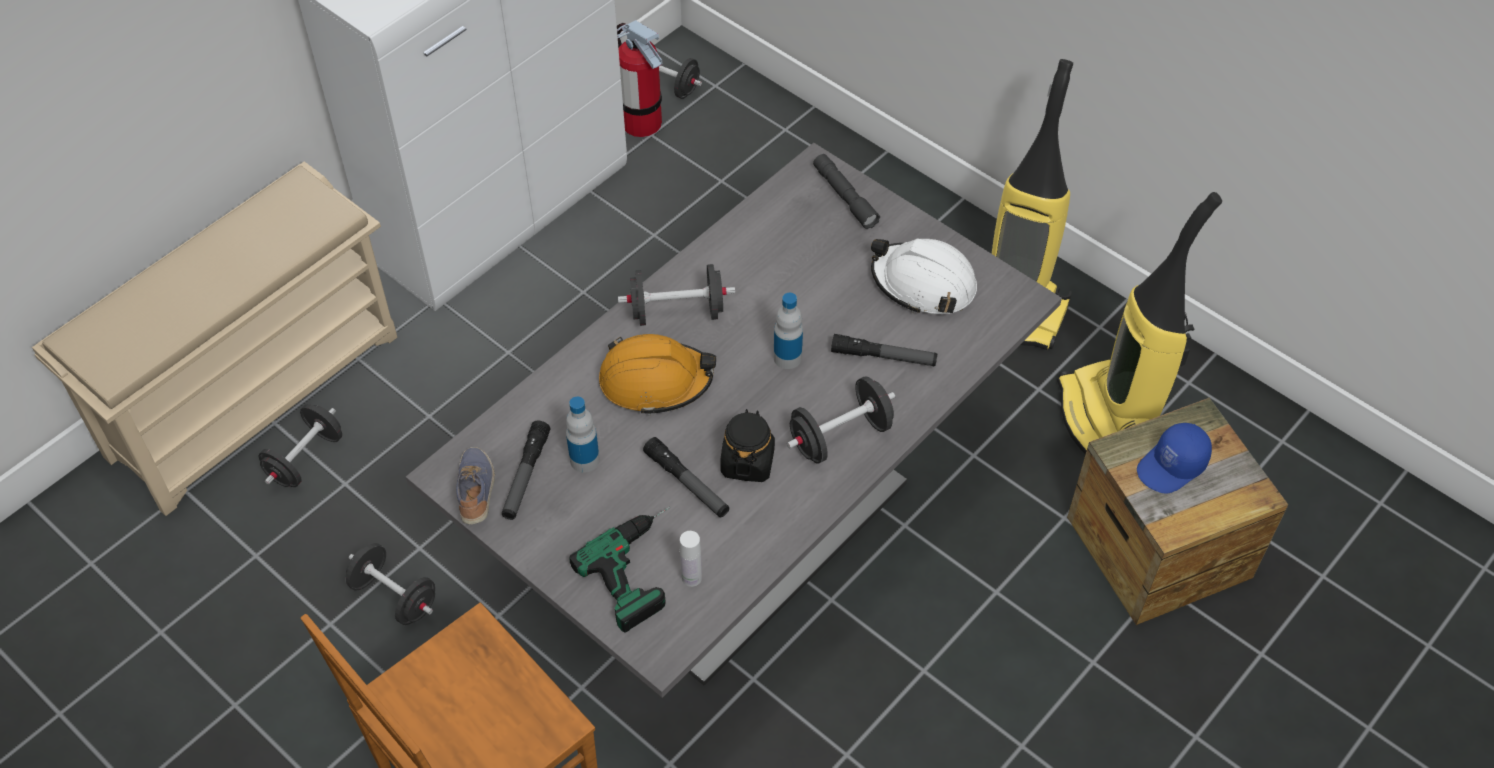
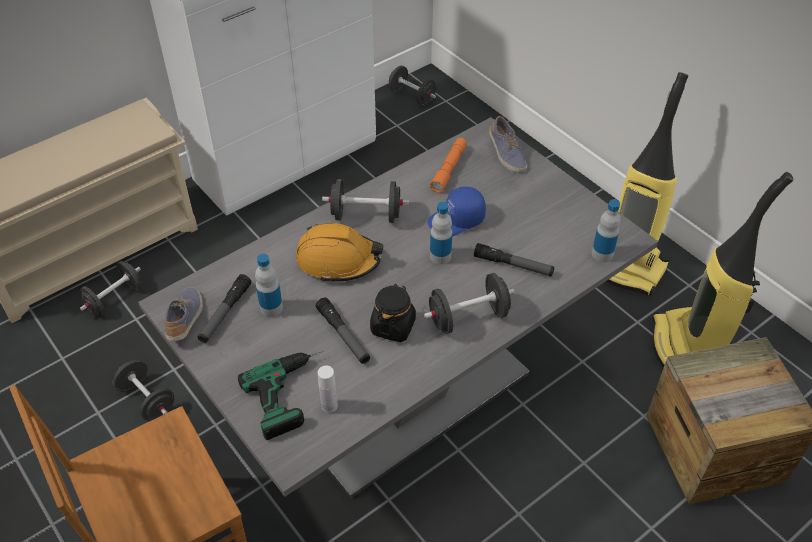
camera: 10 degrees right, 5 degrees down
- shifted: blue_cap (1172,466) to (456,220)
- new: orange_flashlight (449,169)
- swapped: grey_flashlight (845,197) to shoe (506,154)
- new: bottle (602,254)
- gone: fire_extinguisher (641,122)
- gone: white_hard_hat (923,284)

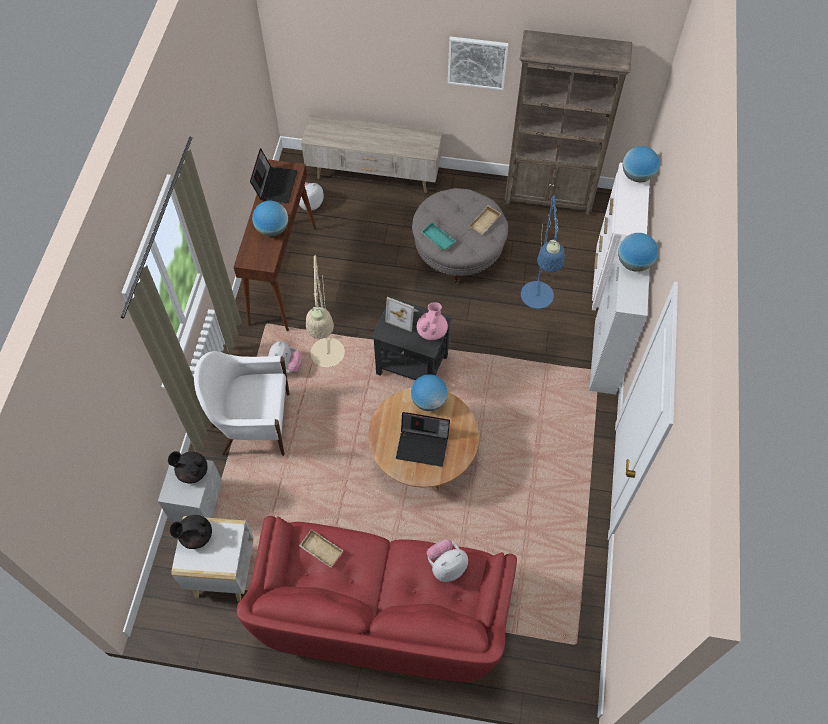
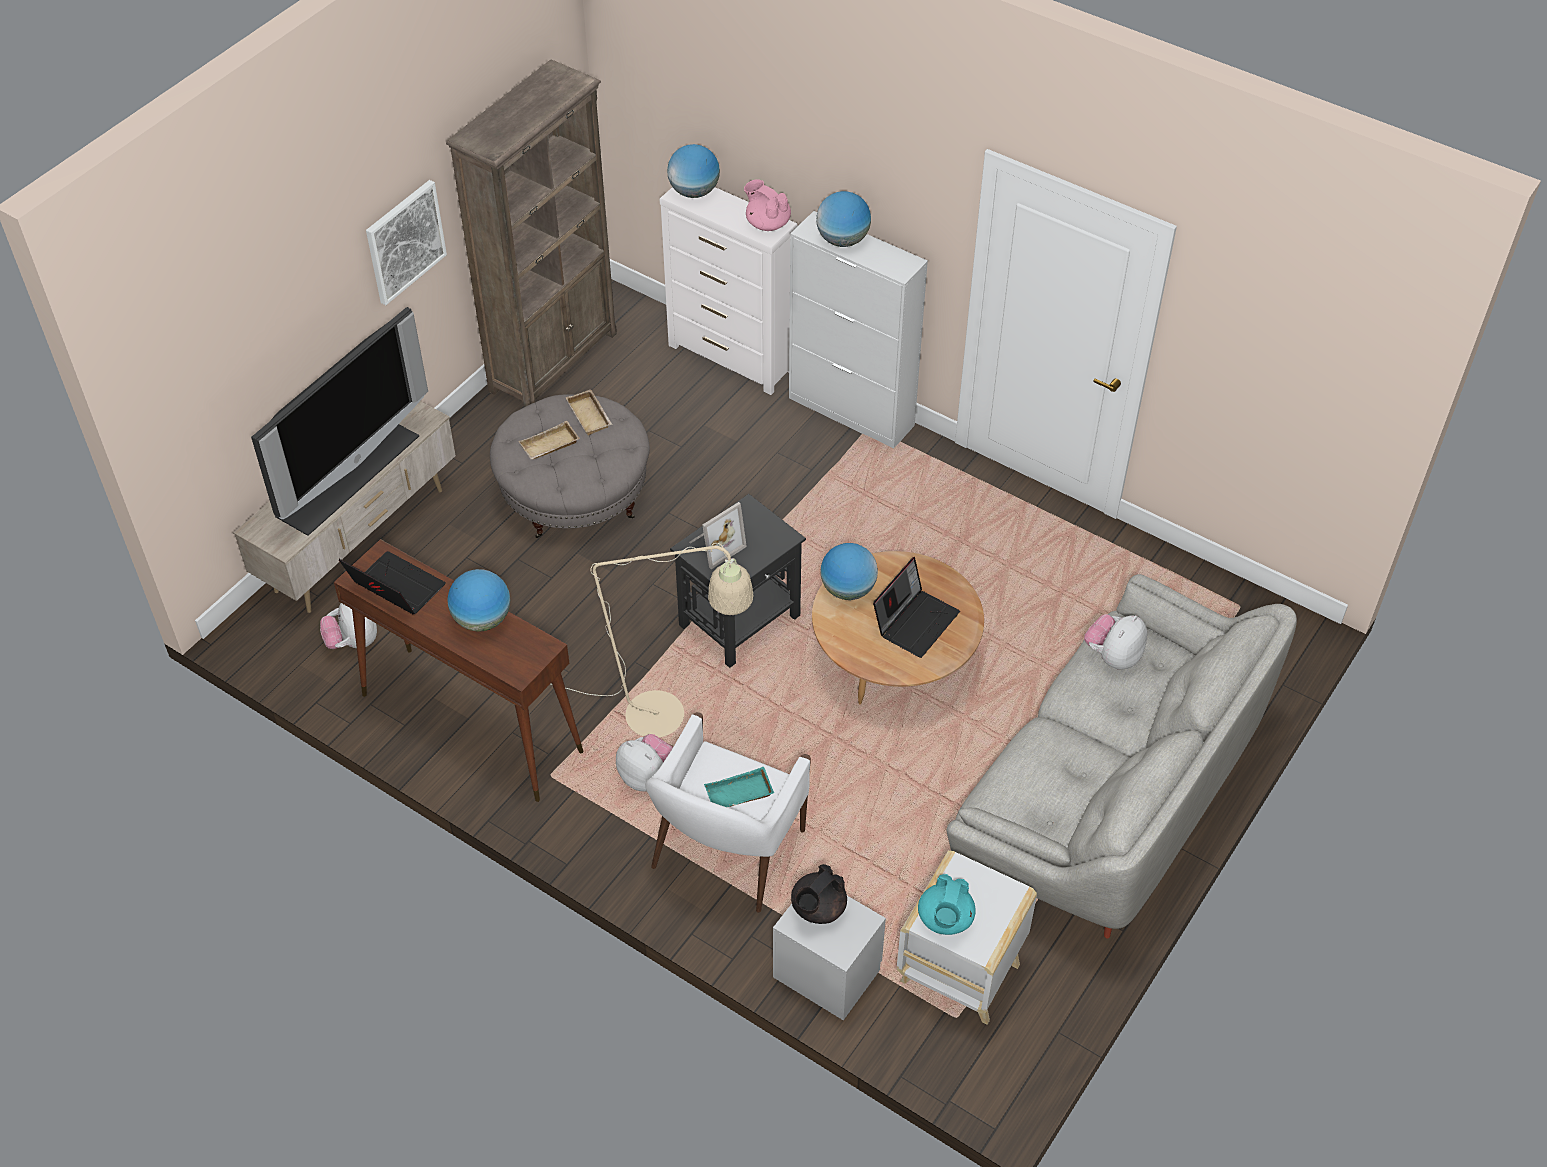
camera: 65 degrees left, 10 degrees down
- new: television (346,474)
- shifted: beige_tray (320,550) to (549,446)
- shifted: turquoise_tray (437,239) to (738,795)
- shifted: pink_teapot (432,331) to (767,223)
- repainted: black_teapot (195,535) to turquoise_teapot (945,919)
- repainted: red_sofa (381,609) to grey_sofa (1107,794)
- rotated: plush_toy (446,566) = (1113,656) 45 degrees clockwise
- gone: blue_floor_lamp (537,302)

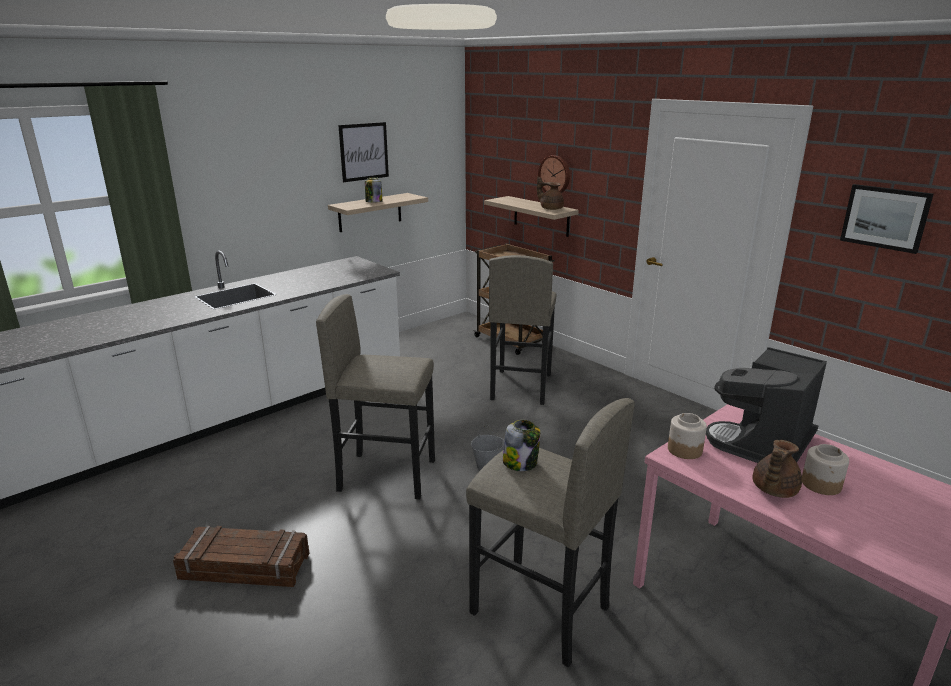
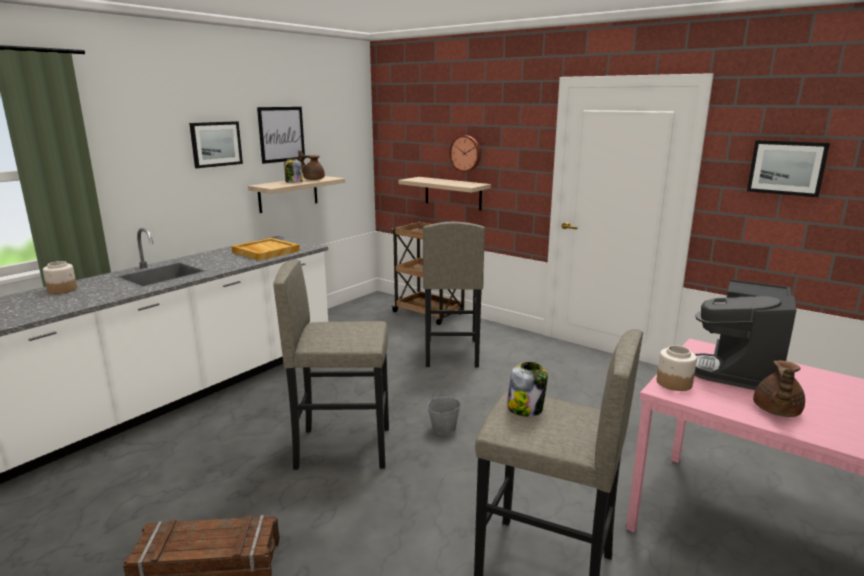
camera: 10 degrees left, 5 degrees down
- shifted: jar (821,484) to (63,290)
- new: picture (216,144)
- new: beige_tray (265,251)
- shifted: brown_teapot (550,208) to (313,179)

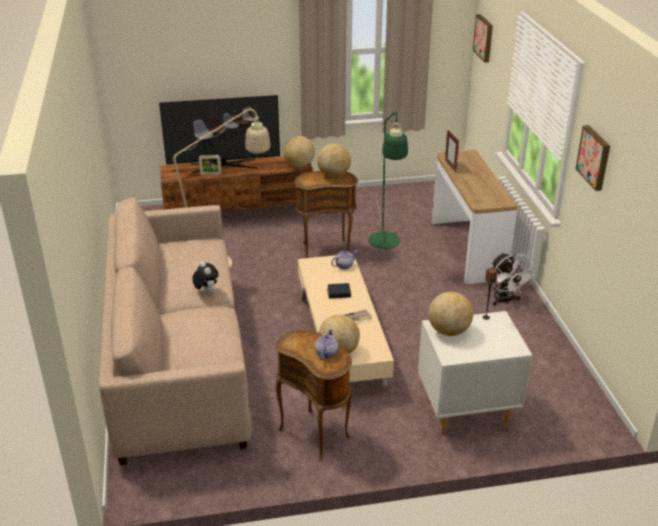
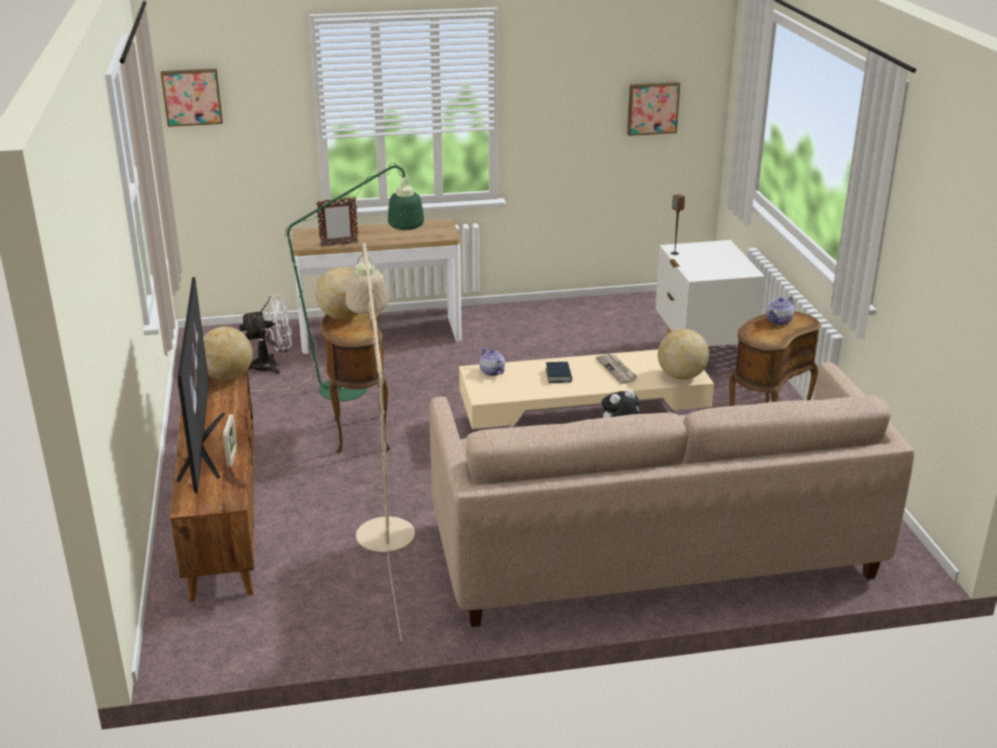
camera: 90 degrees left, 5 degrees down
- shifted: white_fan (505,300) to (272,366)
- shifted: picture (595,157) to (652,108)
- rotated: teapot (326,353) = (779,321) 60 degrees counterclockwise
- gone: globe (449,331)

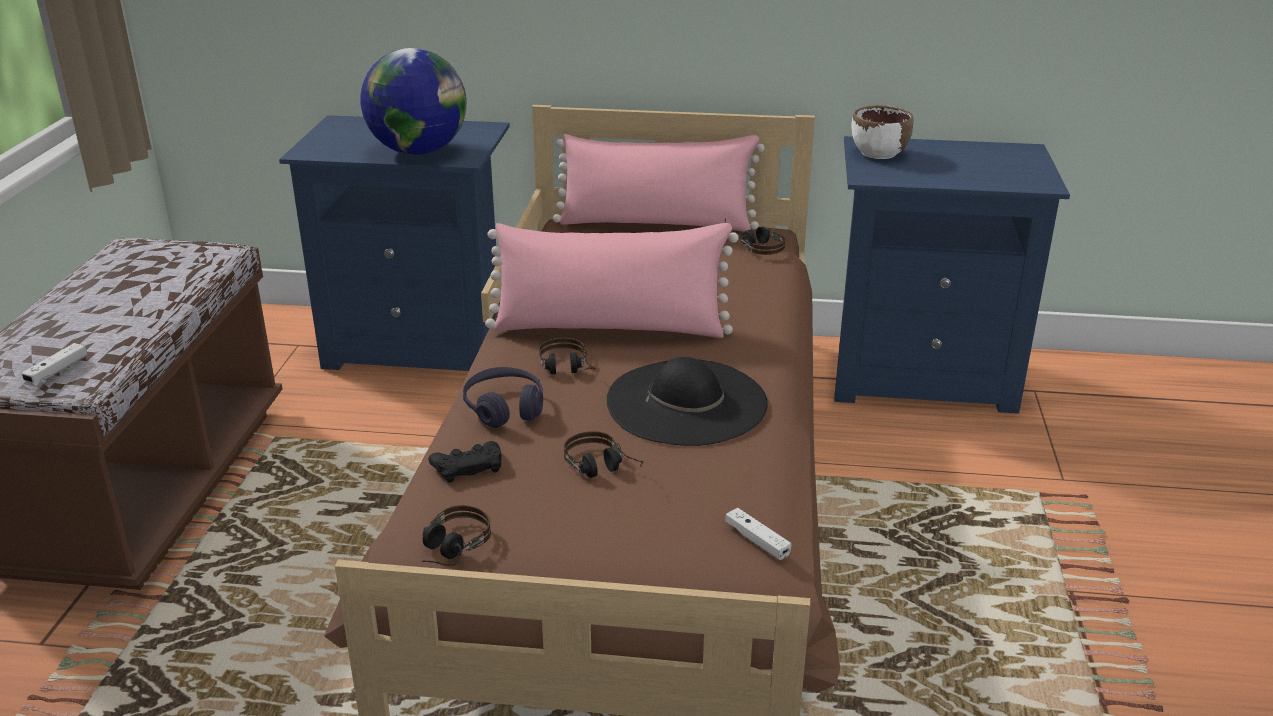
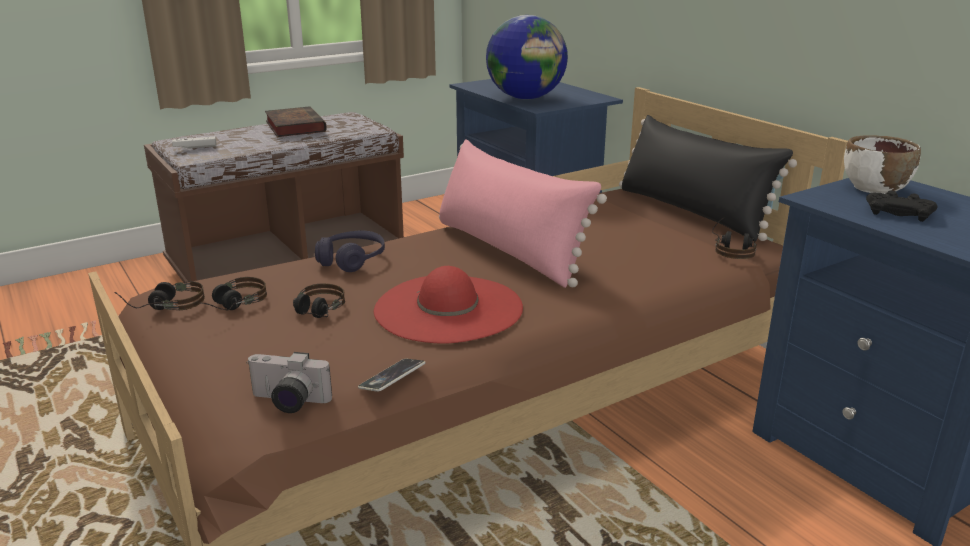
camera: 50 degrees right, 5 degrees down
- shifted: headphones (567,371) to (231,306)
- swapped: white_game_controller (757,541) to photo_camera (287,402)
- new: book (294,126)
- new: phone (392,379)
- repainted: black_hat (687,402) to red_hat (448,308)
- repainted: pink_pillow (656,223) to black_pillow (691,212)
- shifted: black_game_controller (467,466) to (899,212)

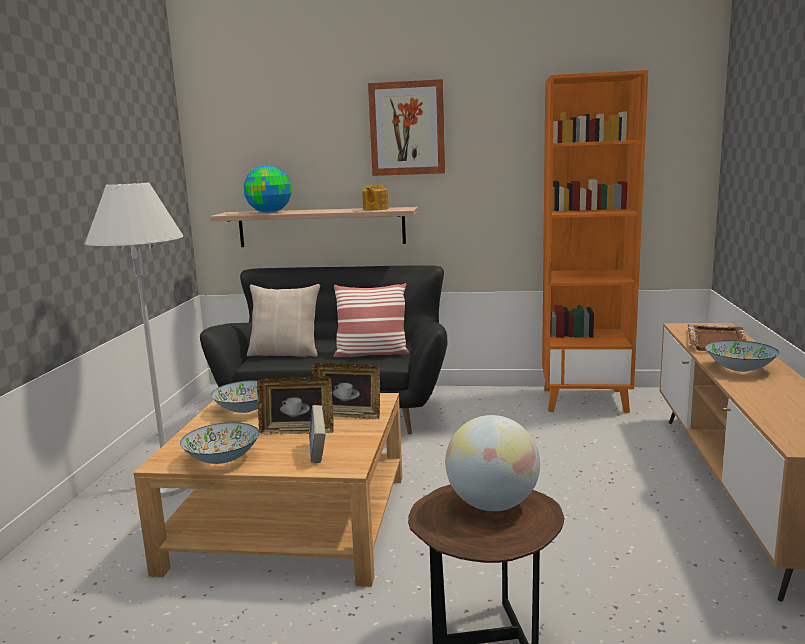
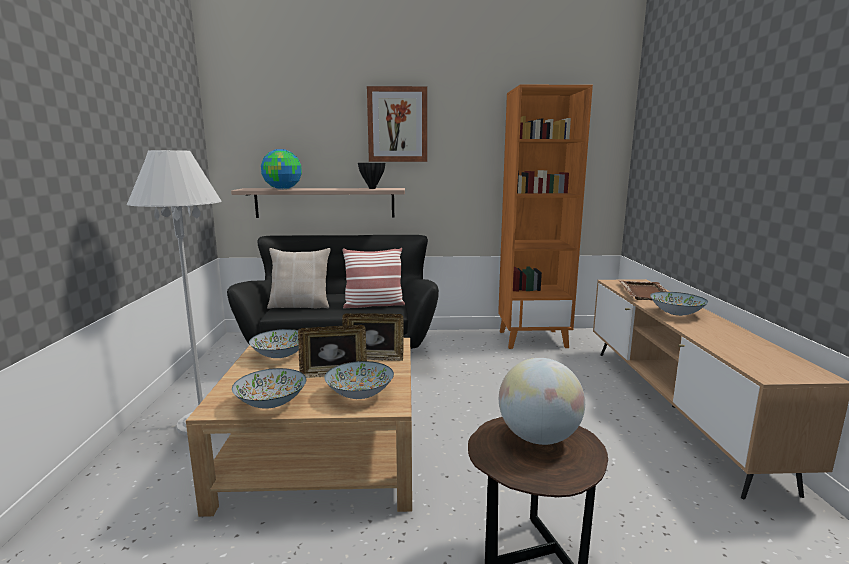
camera: 10 degrees left, 0 degrees up
- swapped: book (318,453) to bowl (359,394)
- swapped: teapot (375,209) to black_vase (372,188)

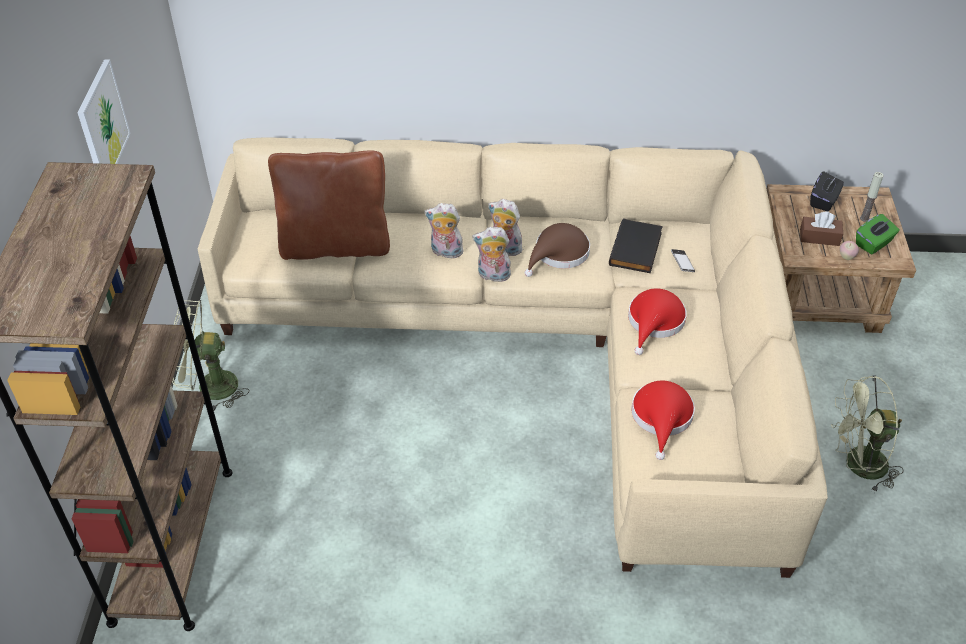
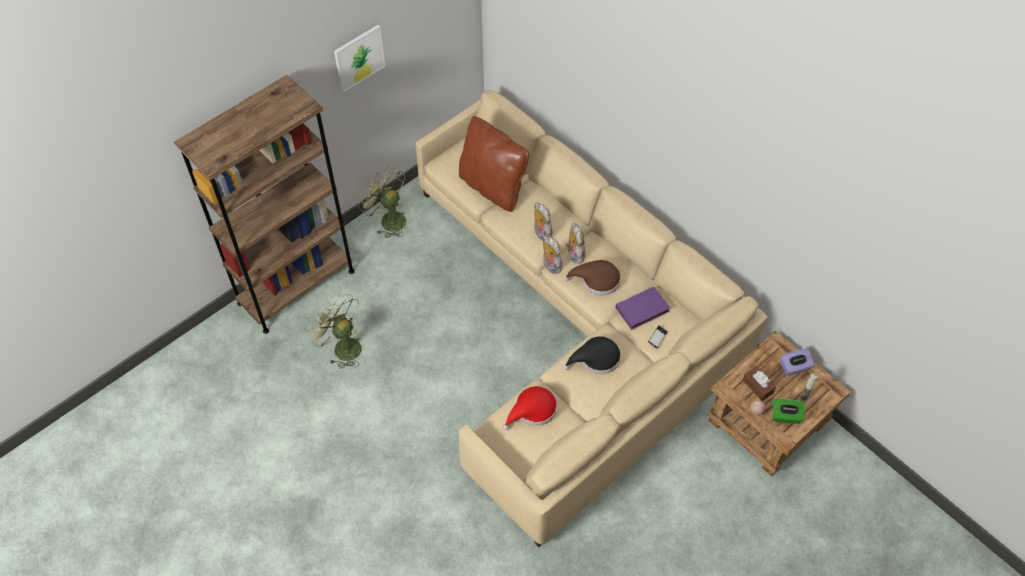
camera: 45 degrees right, 10 degrees up
- shifted: green_fan (857,466) to (342,346)
- repainted: red_hat (654,323) to black_hat (596,359)
- repainted: black_book (637,250) to purple_book (642,310)
- repainted: black_tissue_box (824,201) to purple_tissue_box (794,367)

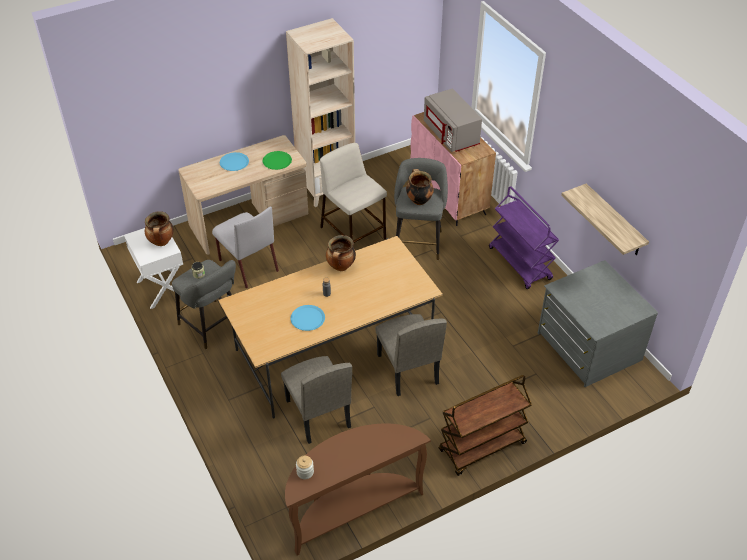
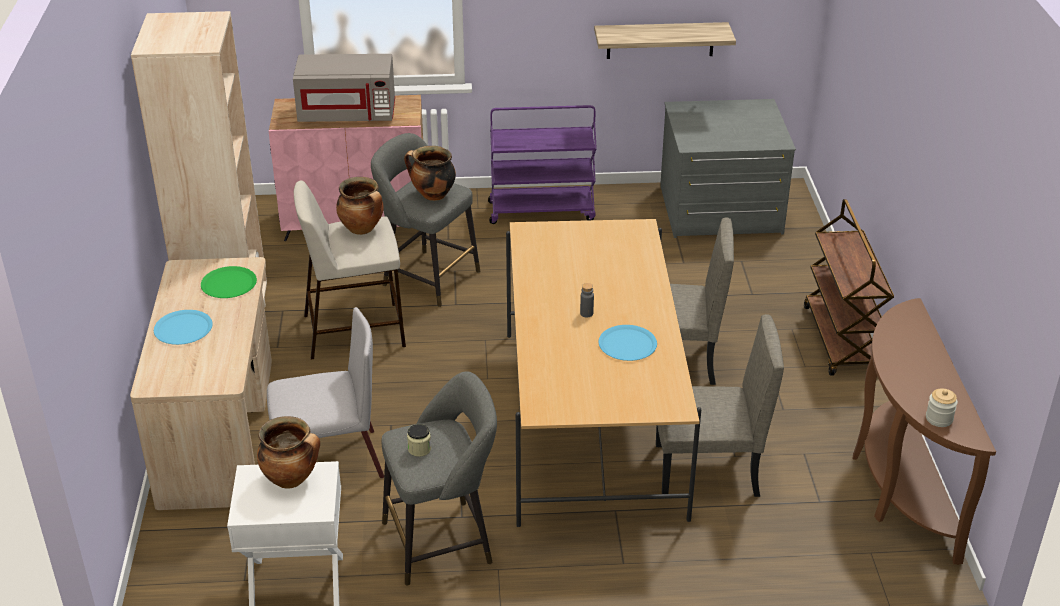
camera: 65 degrees left, 10 degrees down
- shifted: cooking_pot (341,267) to (363,229)

